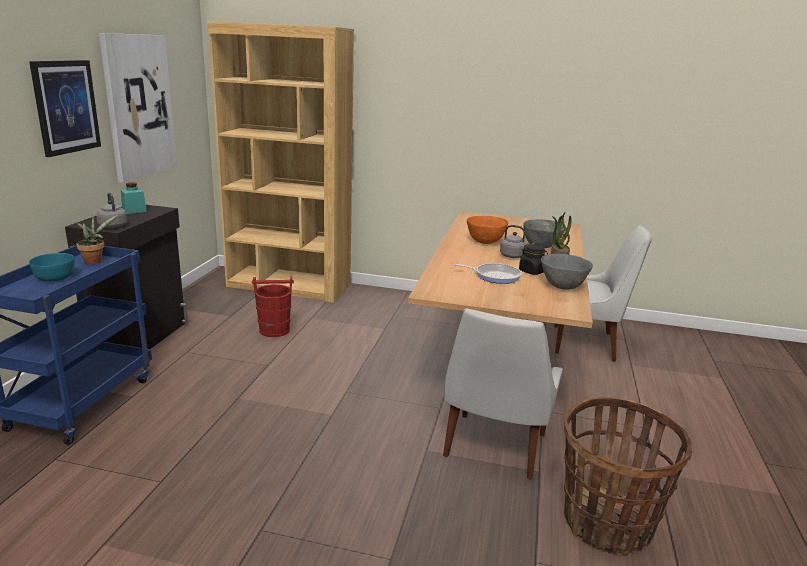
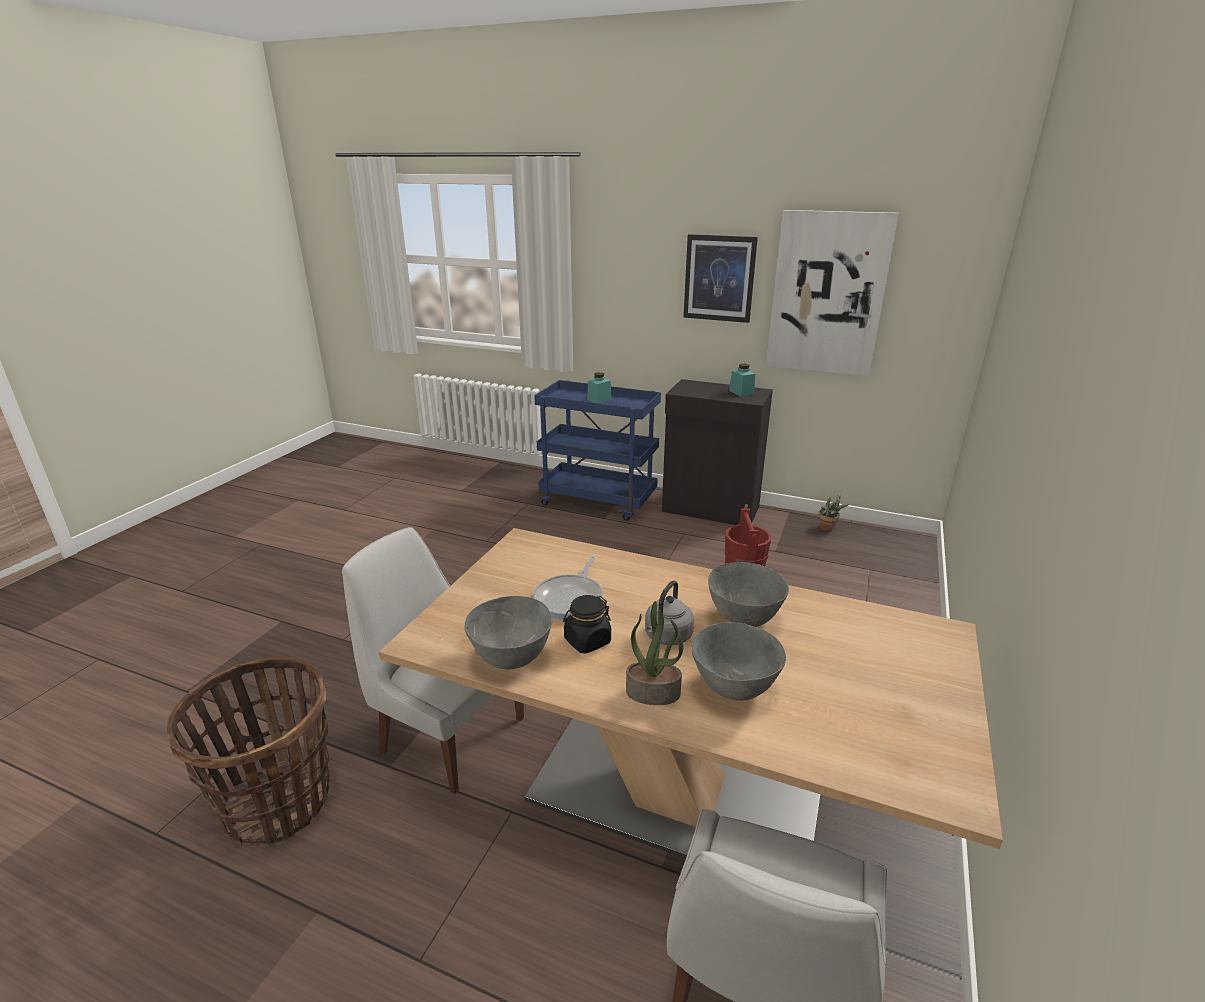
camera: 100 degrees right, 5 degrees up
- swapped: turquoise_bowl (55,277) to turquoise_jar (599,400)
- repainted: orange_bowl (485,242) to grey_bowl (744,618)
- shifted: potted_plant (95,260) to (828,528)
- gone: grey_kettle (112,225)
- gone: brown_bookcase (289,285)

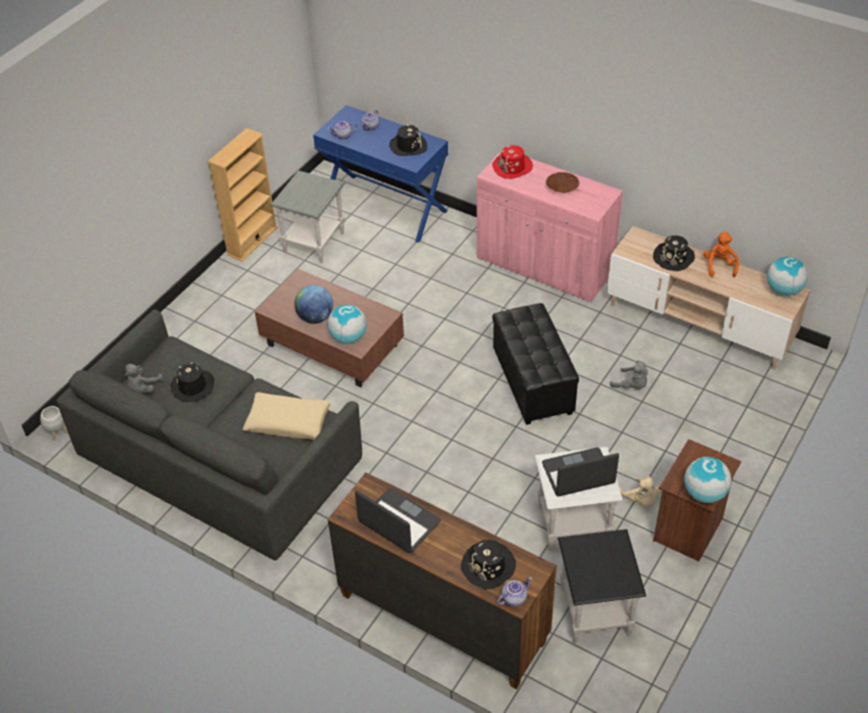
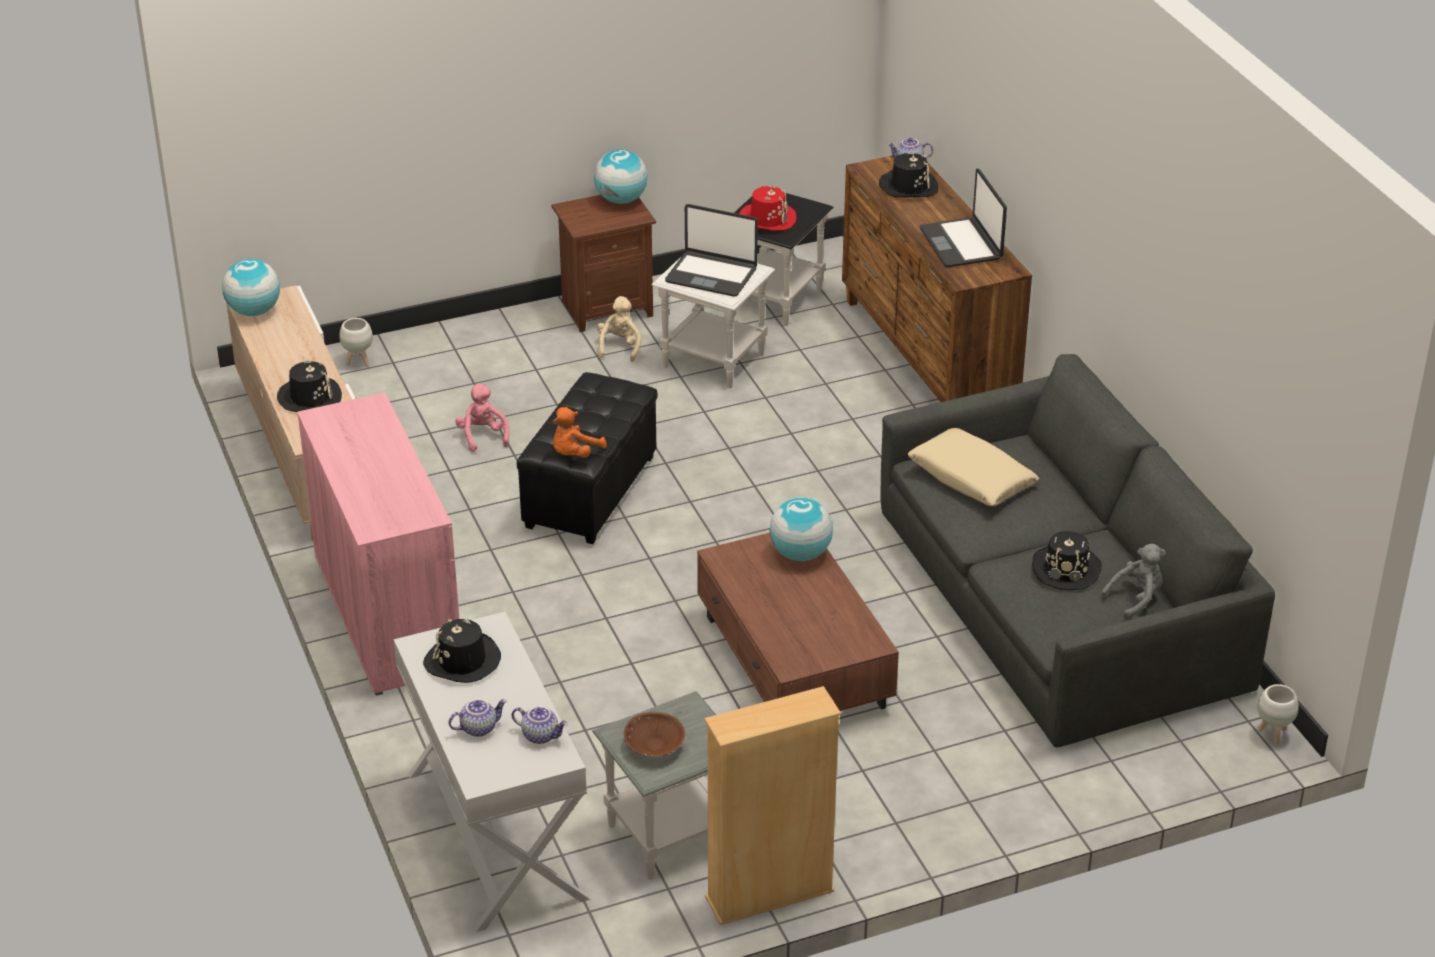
camera: 145 degrees left, 10 degrees down
- new: white_planter (358,362)
- repainted: blue_console_table (385,207) to white_console_table (495,835)
- repainted: grey_plush_toy (631,386) to pink_plush_toy (483,436)
- shifted: orange_plush_toy (719,266) to (574,454)
- shifted: brown_bowl (561,189) to (654,747)
- shifted: red_hat (512,167) to (767,218)
- gone: globe (315,317)

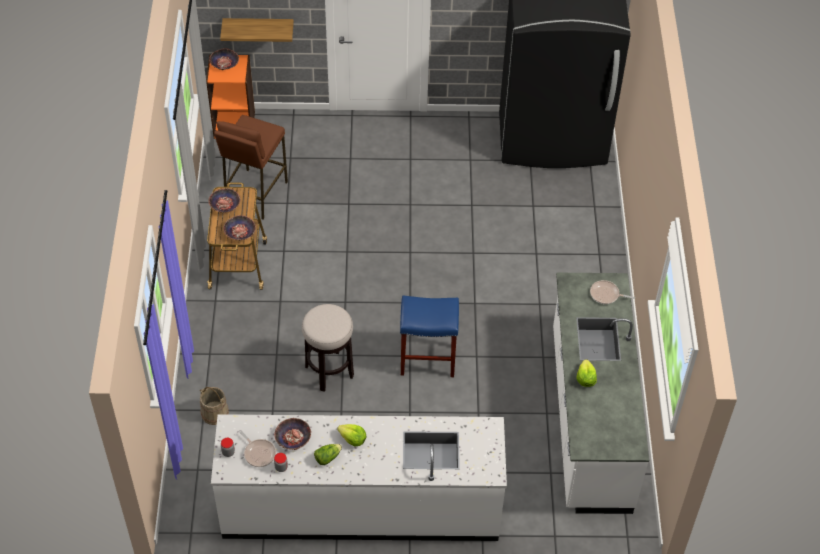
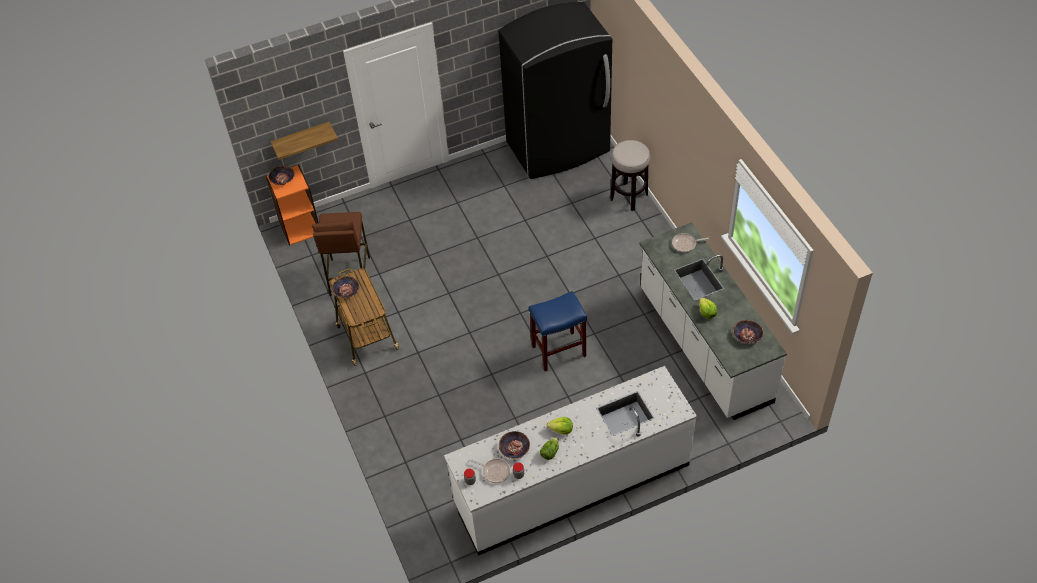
camera: 20 degrees left, 0 degrees up
- shifted: stool (329,371) to (629,197)
- shifted: bowl (240,232) to (747,335)
- gone: beige_bucket (214,413)

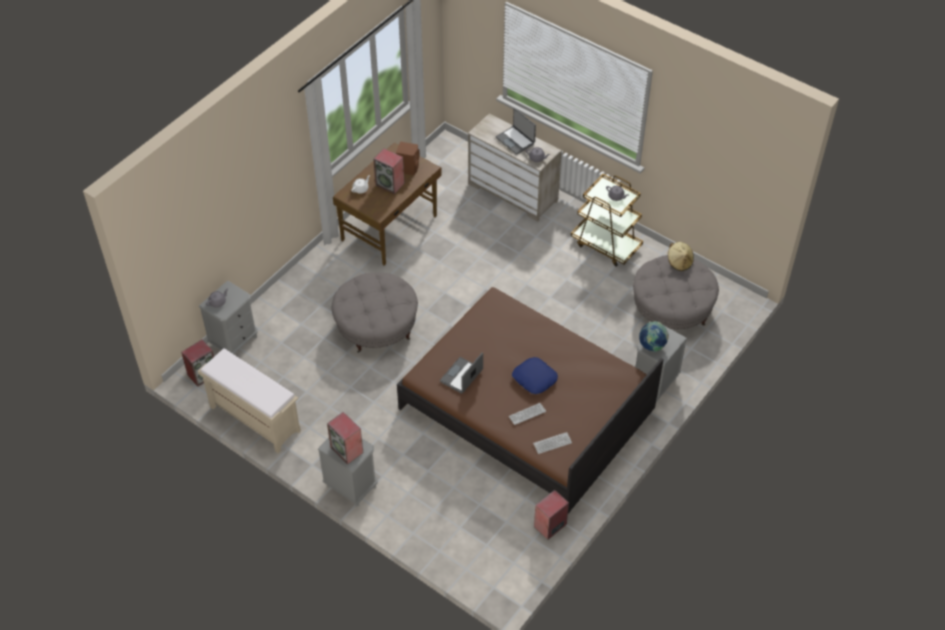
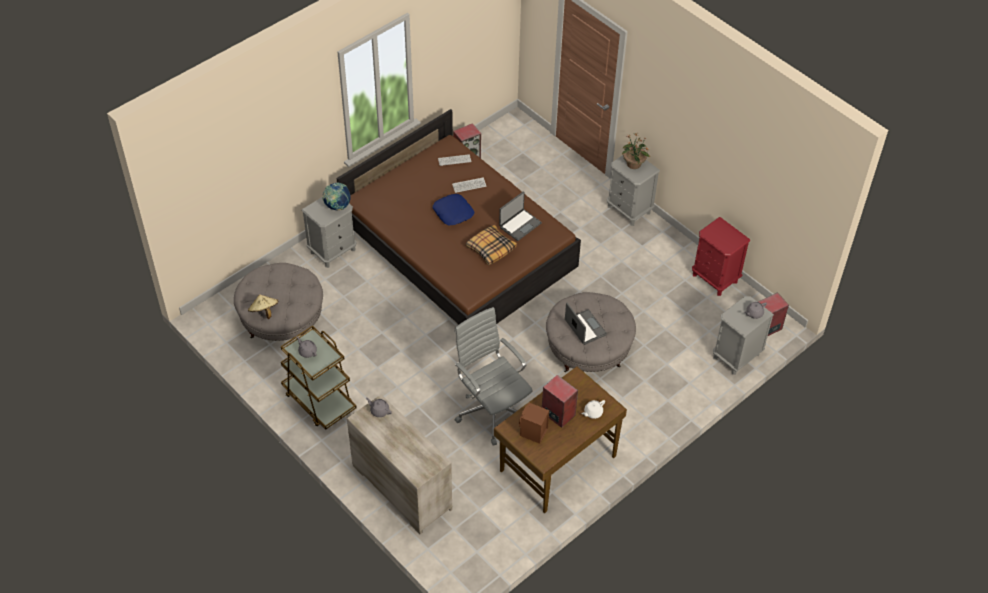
camera: 170 degrees left, 0 degrees up
- new: grey_office_chair (492,409)
- new: pillow (490,248)
- shifted: laptop (515,140) to (584,328)
- swapped: speaker (347,450) to potted_plant (633,164)
- swapped: beige_bench (254,419) to red_nightstand (715,278)

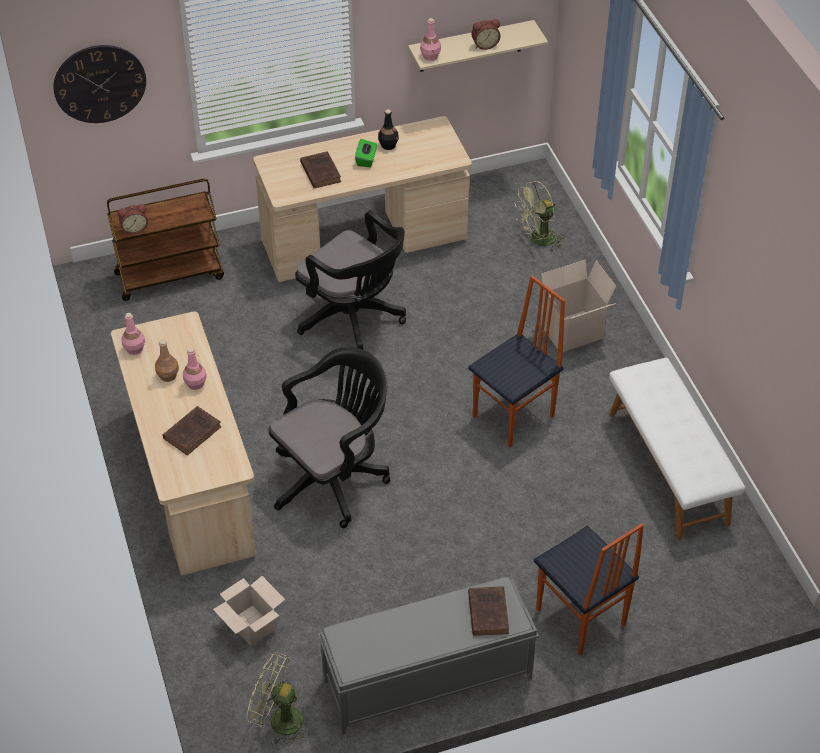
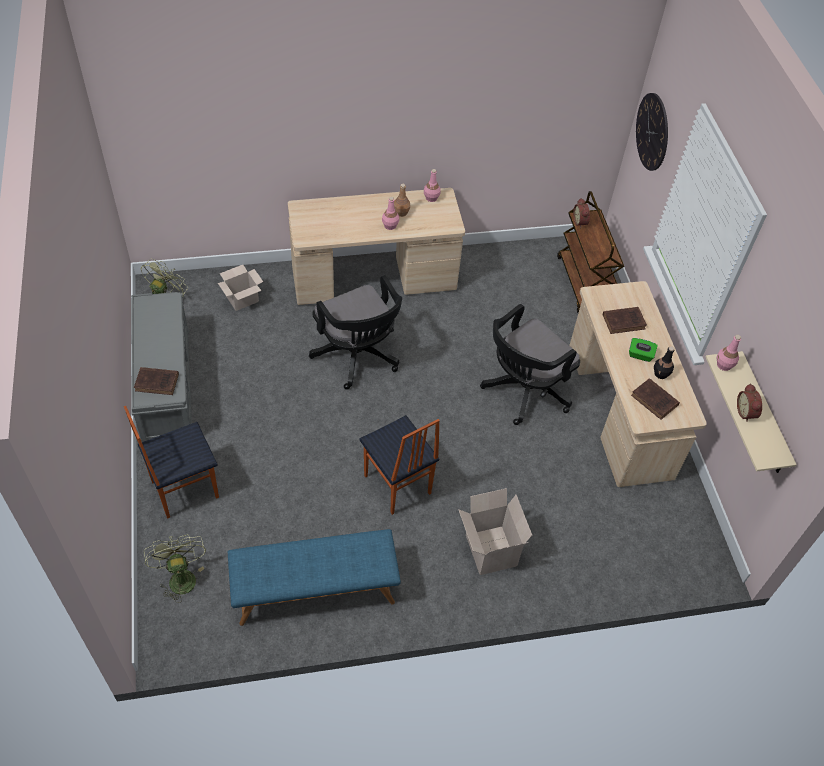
camera: 95 degrees right, 5 degrees up
- shifted: green_fan (538,240) to (180,577)
- repainted: white_bench (669,467) to blue_bench (315,591)
- shifted: brown_book (193,432) to (655,401)

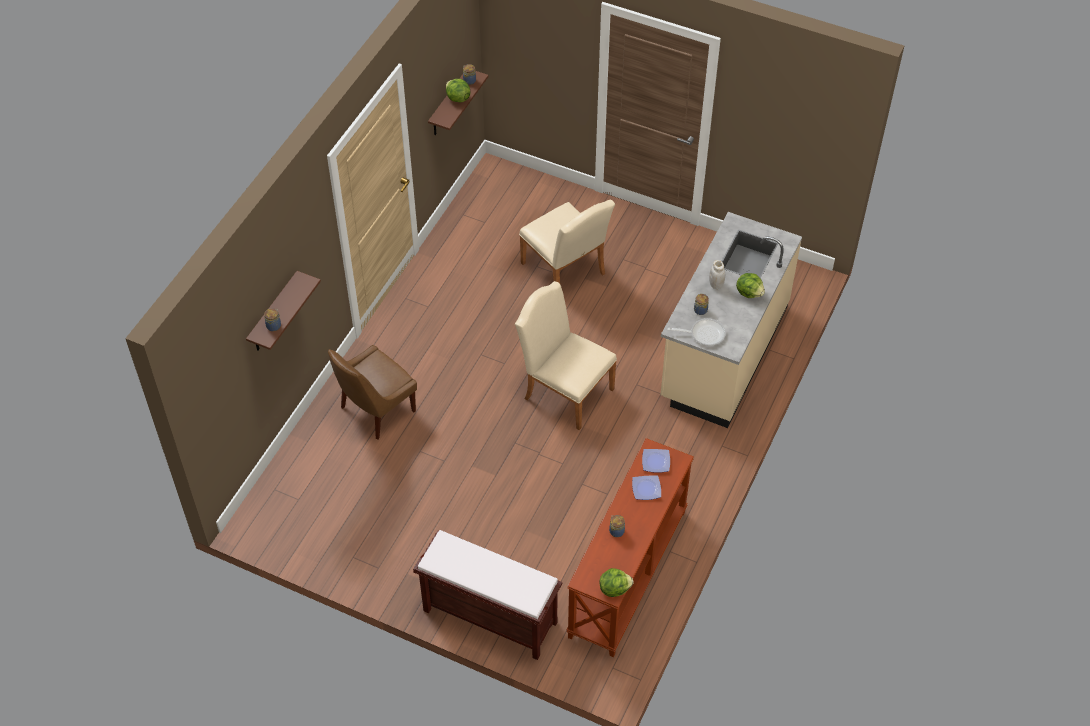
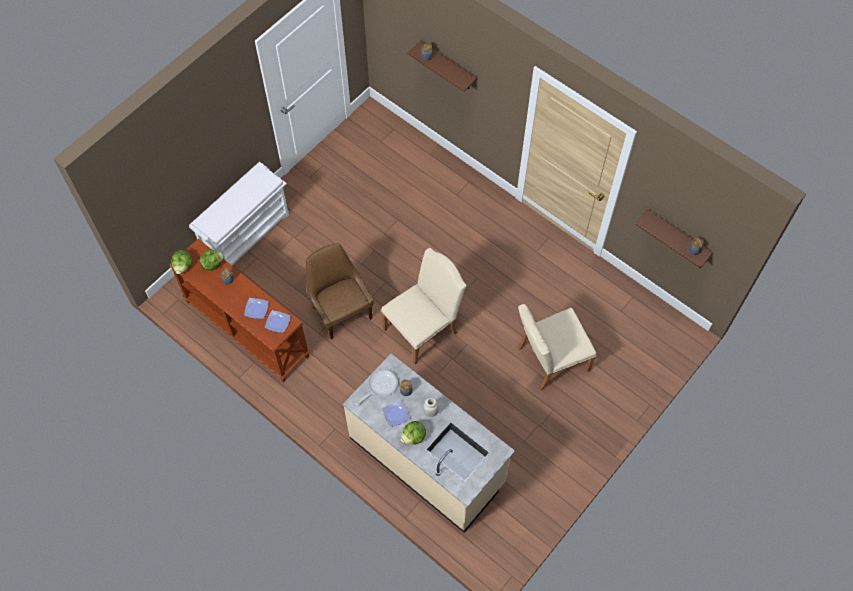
camera: 105 degrees right, 10 degrees up
- repainted: brown_bench (488,616) to white_bench (247,234)
- shifted: lettuce (457,98) to (212,264)
- shifted: brown_chair (375,411) to (341,311)
- rotated: frying_pan (704,334) = (380,386) 150 degrees counterclockwise
- new: plate (395,414)

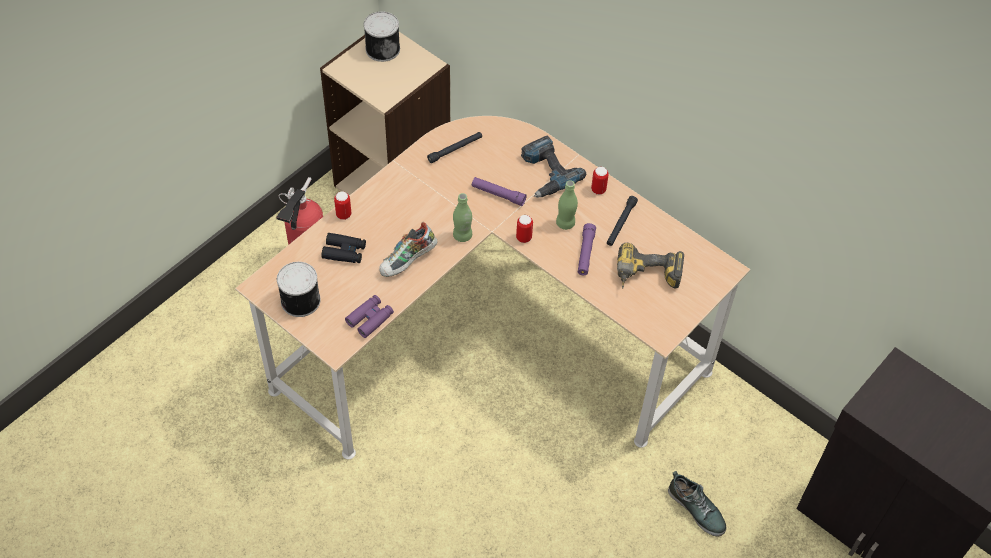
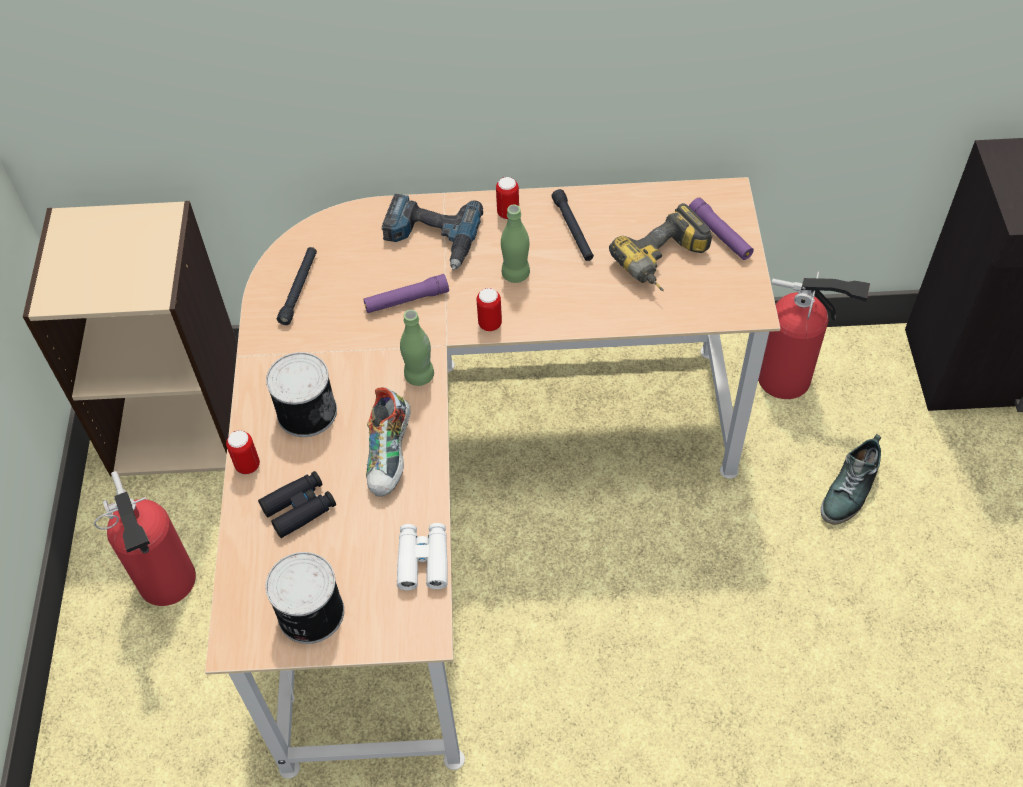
camera: 40 degrees left, 0 degrees up
- shifted: can (382,48) to (305,411)
- repainted: purple_binoculars (370,319) to white_binoculars (423,560)
- shifted: purple_flashlight (585,253) to (720,235)
- new: fire_extinguisher (790,379)
- rotated: shoe (697,509) = (850,490) 120 degrees clockwise

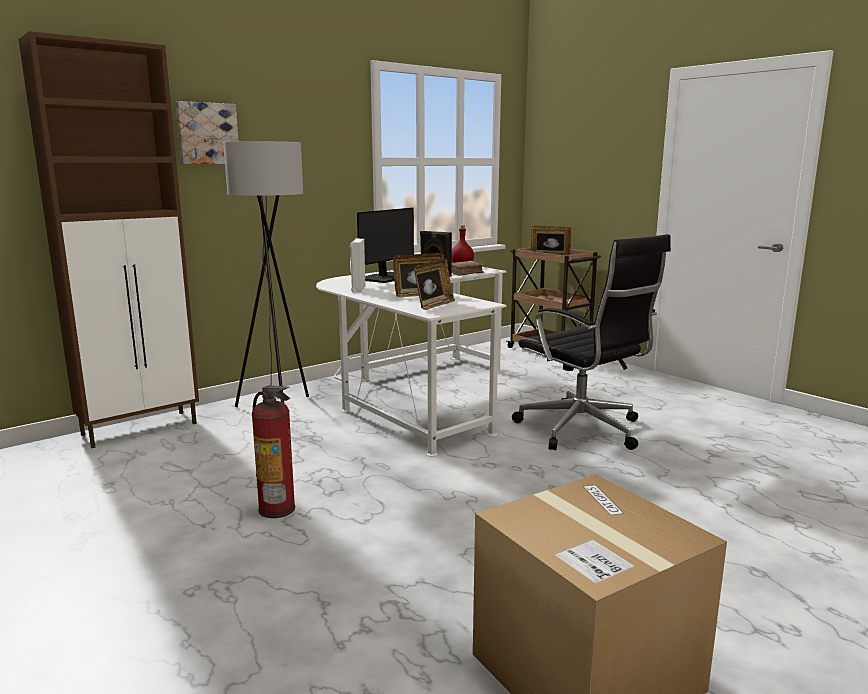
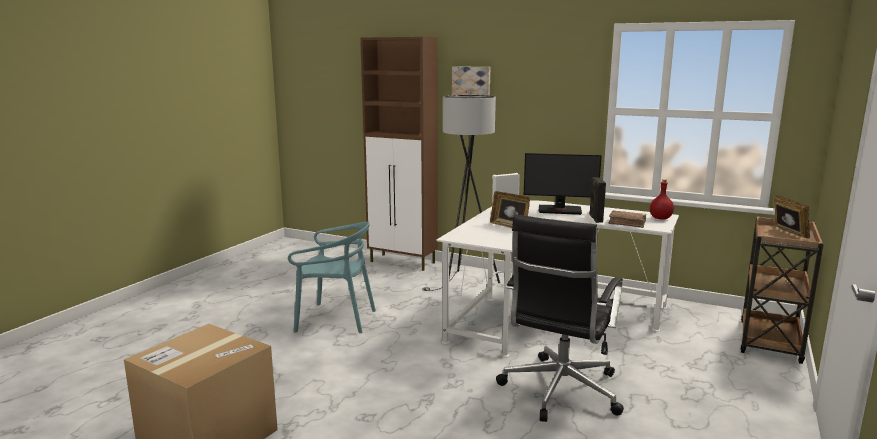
camera: 65 degrees right, 0 degrees up
- swapped: fire_extinguisher (277,509) to turquoise_chair (335,319)
- gone: picture_frame (433,305)

